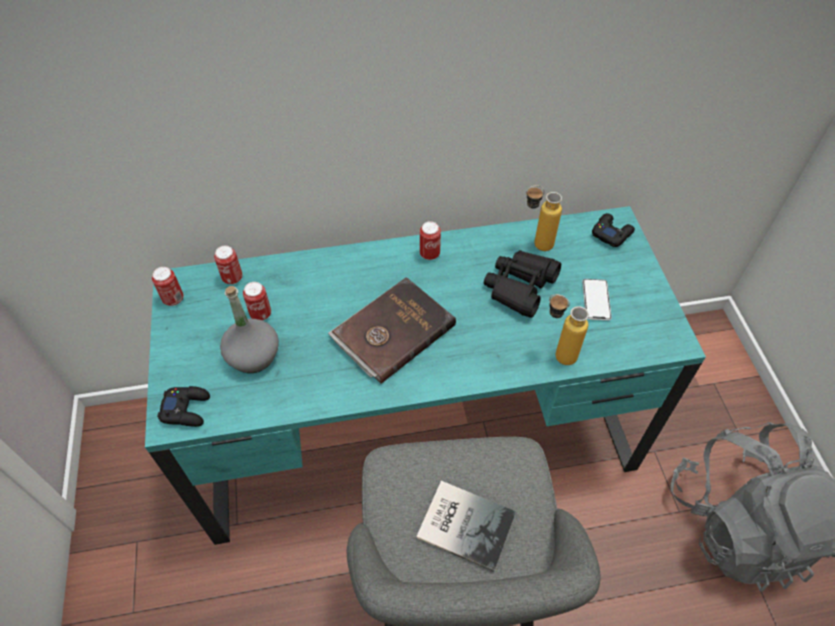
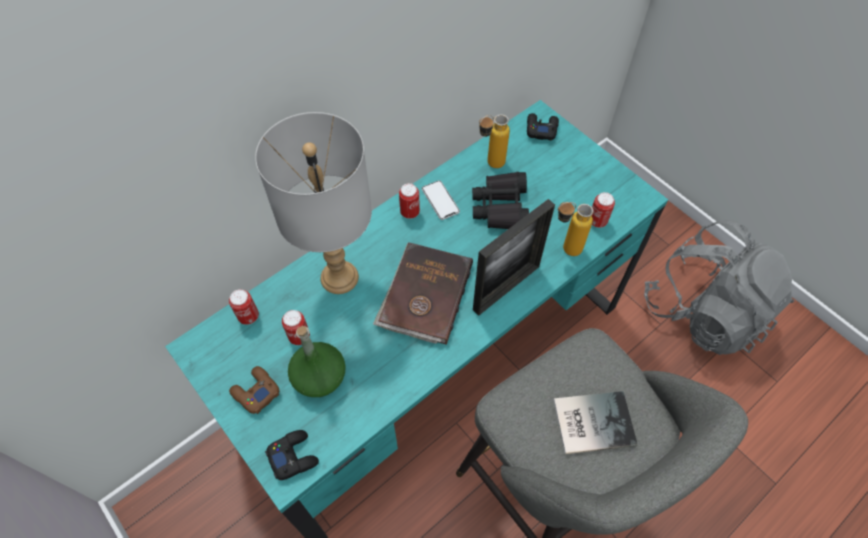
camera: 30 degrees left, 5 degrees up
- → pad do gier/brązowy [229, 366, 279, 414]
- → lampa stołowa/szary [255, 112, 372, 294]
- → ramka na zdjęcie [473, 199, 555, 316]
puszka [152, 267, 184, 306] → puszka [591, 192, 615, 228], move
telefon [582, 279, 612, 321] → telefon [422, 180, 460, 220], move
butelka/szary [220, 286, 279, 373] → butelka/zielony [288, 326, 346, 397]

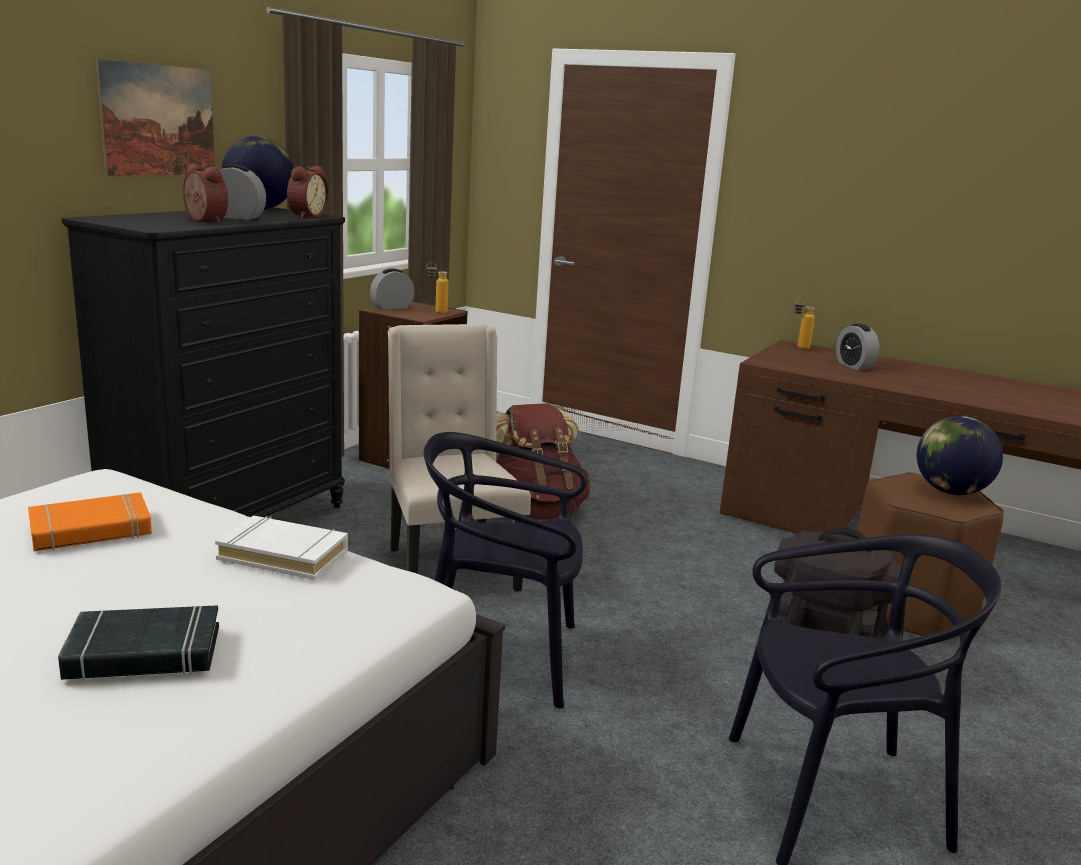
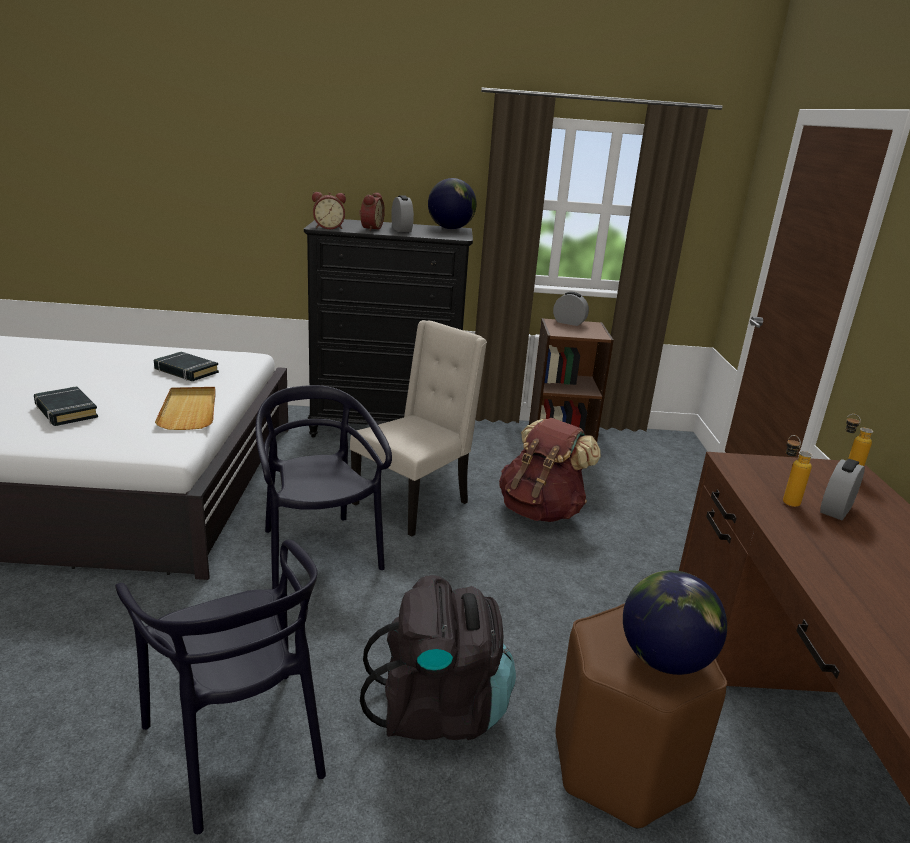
camera: 60 degrees right, 5 degrees up
obraz [96, 59, 215, 176] → -
budzik [287, 166, 329, 218] → budzik [312, 192, 346, 229], move
butelka [426, 262, 449, 314] → butelka [783, 435, 813, 507], move
książka/biały [215, 516, 348, 580] → taca/beżowy [155, 387, 216, 430]
książka/pomarańczowy [28, 492, 152, 551] → książka/czarny [154, 352, 219, 381]

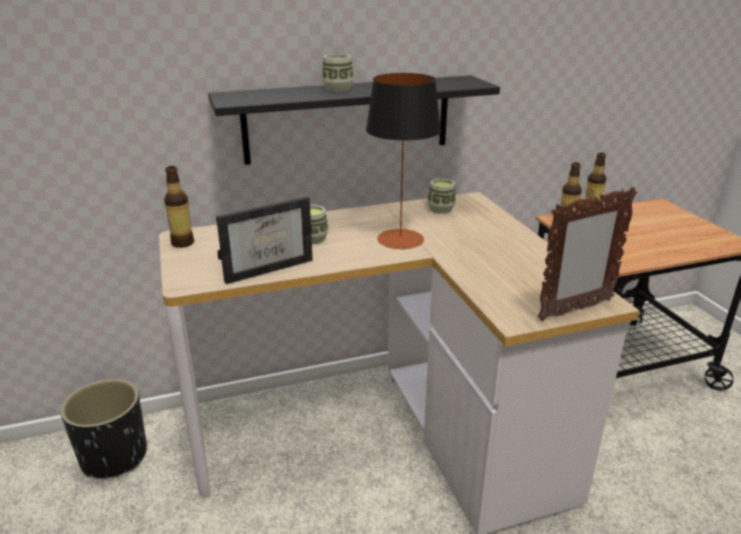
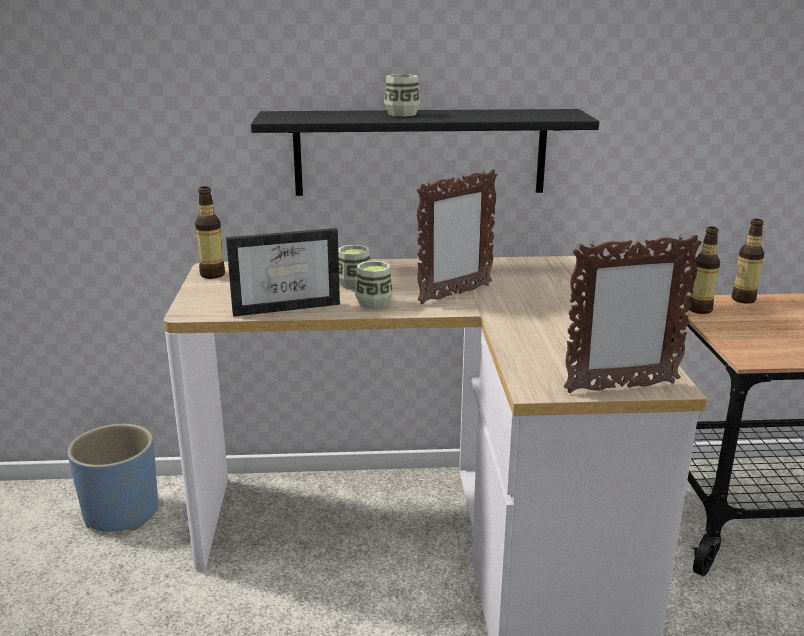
camera: 15 degrees right, 5 degrees down
filiżanka [427, 179, 456, 213] → filiżanka [355, 261, 392, 309], move
lampa stołowa [366, 73, 441, 250] → ramka na zdjęcie [417, 169, 498, 304]
donica/czarny [60, 379, 147, 478] → donica/niebieski [67, 424, 158, 532]

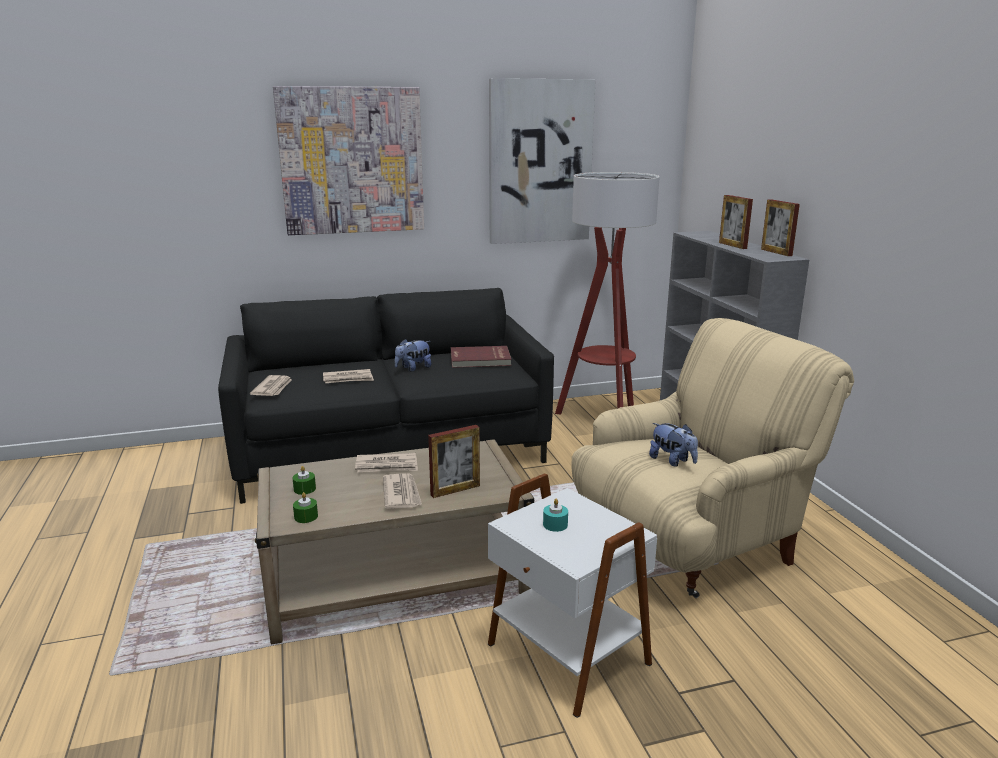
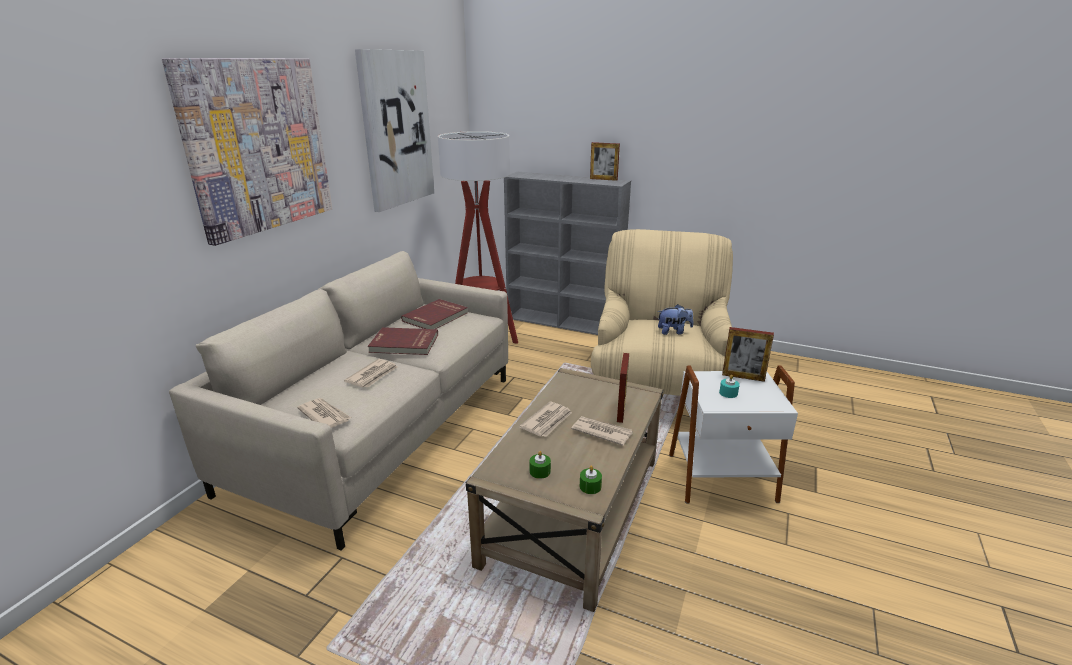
camera: 50 degrees left, 5 degrees up
ramka na zdjęcie [719, 195, 753, 249] → ramka na zdjęcie [722, 327, 774, 382], move
pluszak [395, 339, 431, 372] → książka/czerwony [368, 327, 438, 355]
kanapa/czarny [218, 288, 554, 504] → kanapa/beżowy [169, 251, 508, 551]

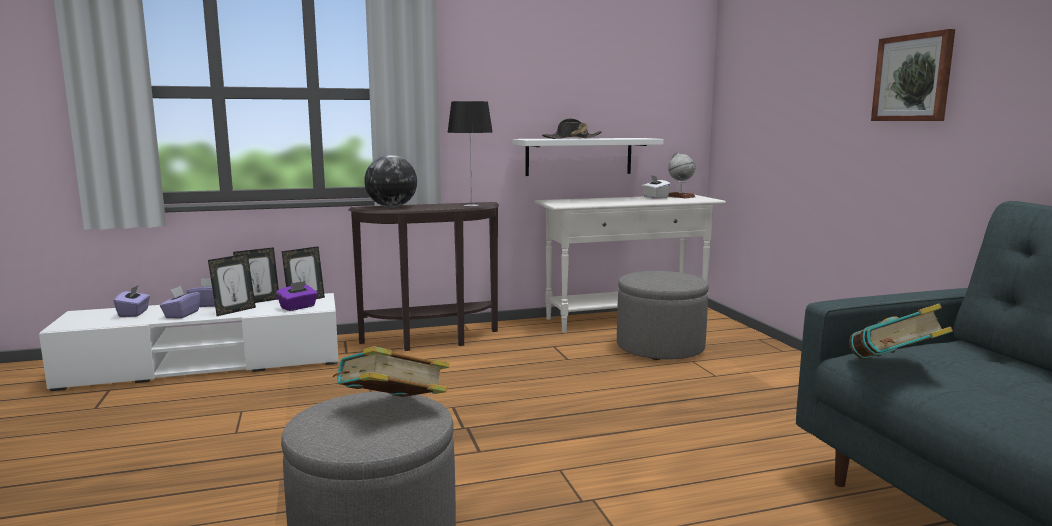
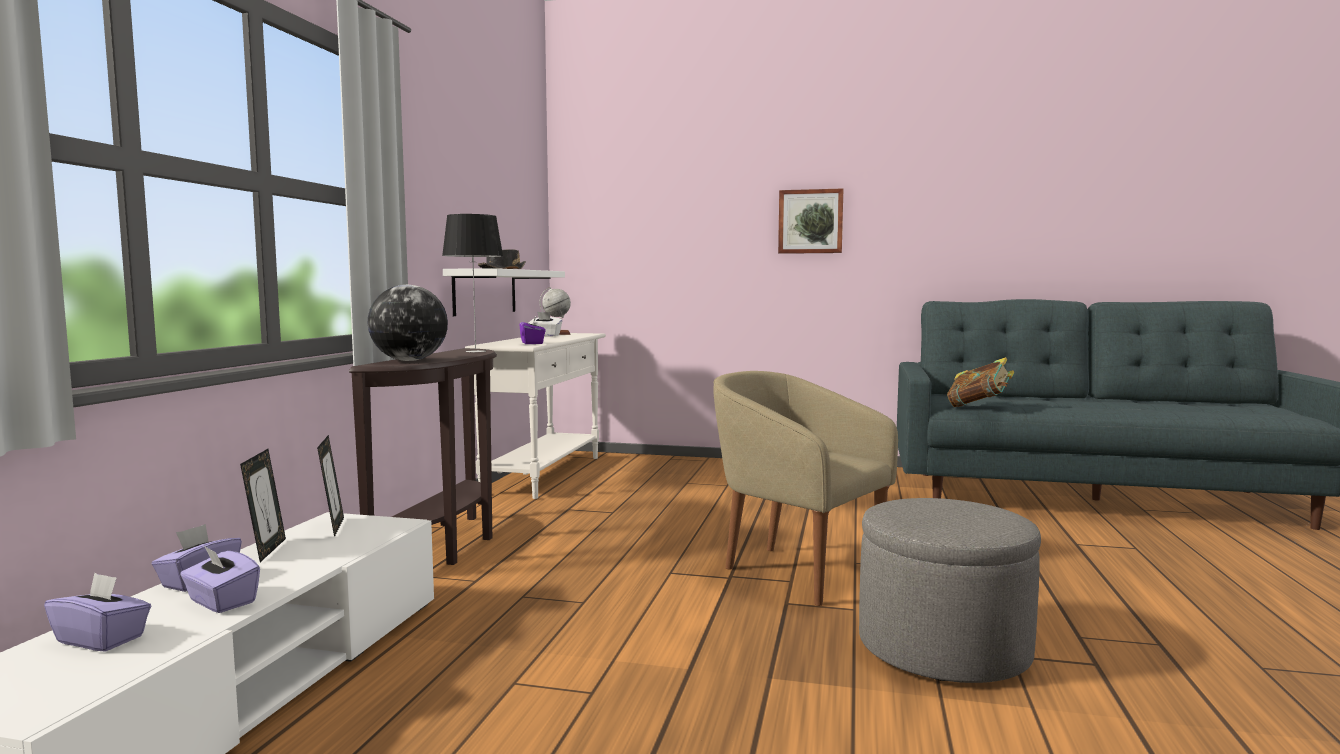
camera: 60 degrees left, 5 degrees down
ramka na zdjęcie [208, 254, 256, 316] → -
książka [332, 346, 450, 397] → -
pufa/szary [617, 271, 709, 360] → -
- → fotel/beżowy [713, 371, 898, 606]
pudełko chusteczek/fioletowy [276, 281, 318, 311] → pudełko chusteczek/fioletowy [520, 316, 546, 344], move

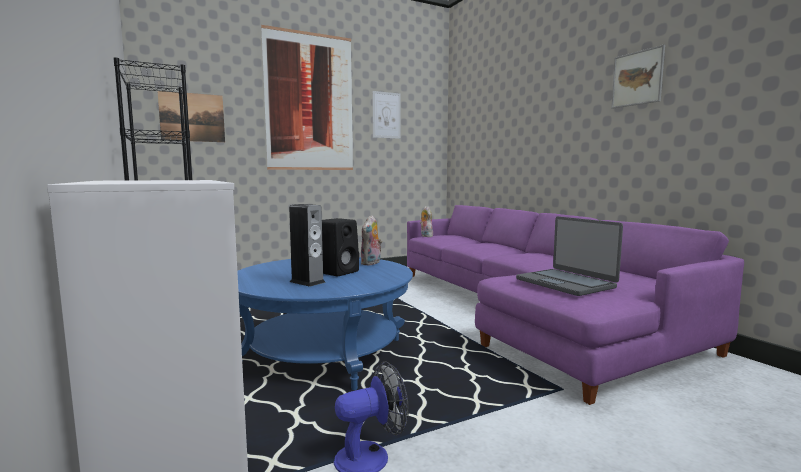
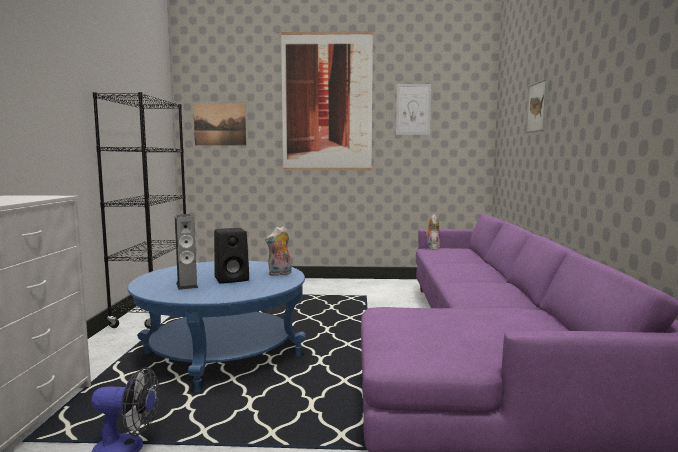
camera: 30 degrees right, 0 degrees up
laptop [516, 217, 623, 296] → -
obraz [611, 45, 665, 109] → obraz [526, 78, 548, 133], move

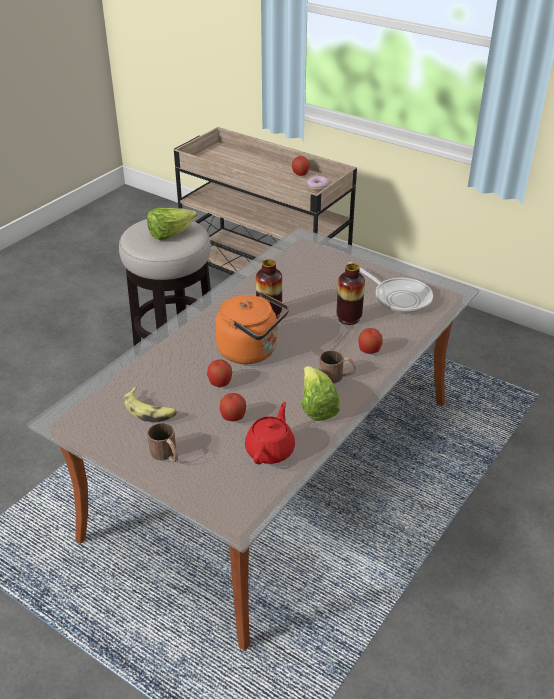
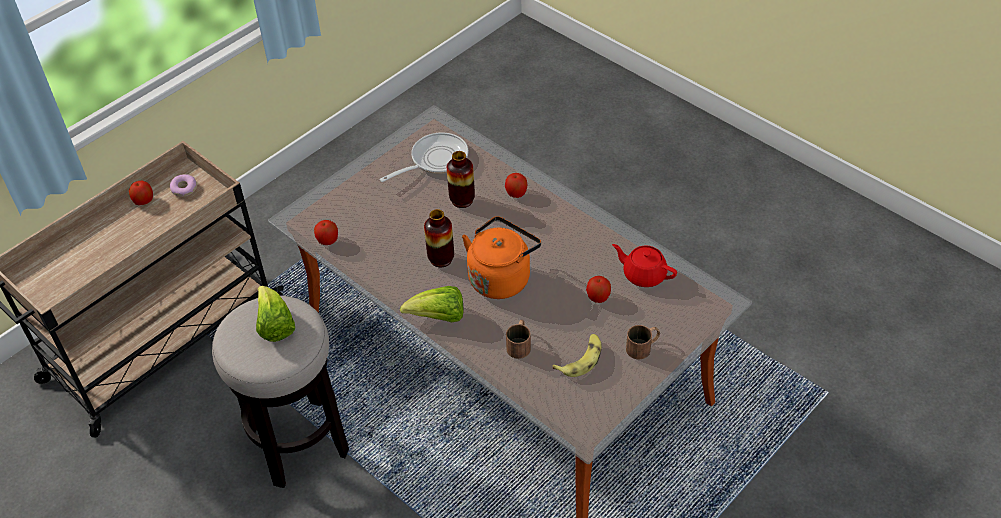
camera: 80 degrees left, 10 degrees up
jabłko [207, 360, 232, 387] → jabłko [314, 220, 338, 245], move
sałata [301, 366, 340, 421] → sałata [400, 286, 464, 323], move
kubek/brązowy [319, 350, 356, 383] → kubek/brązowy [506, 320, 531, 359], move

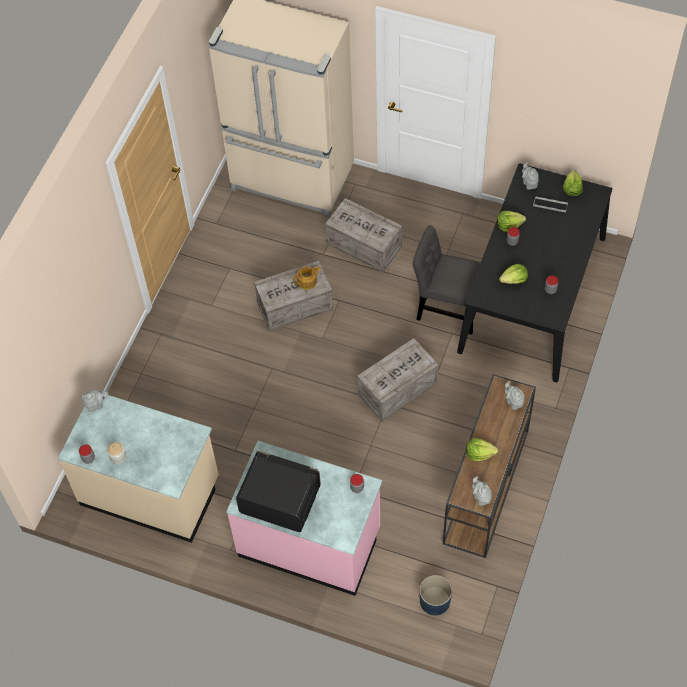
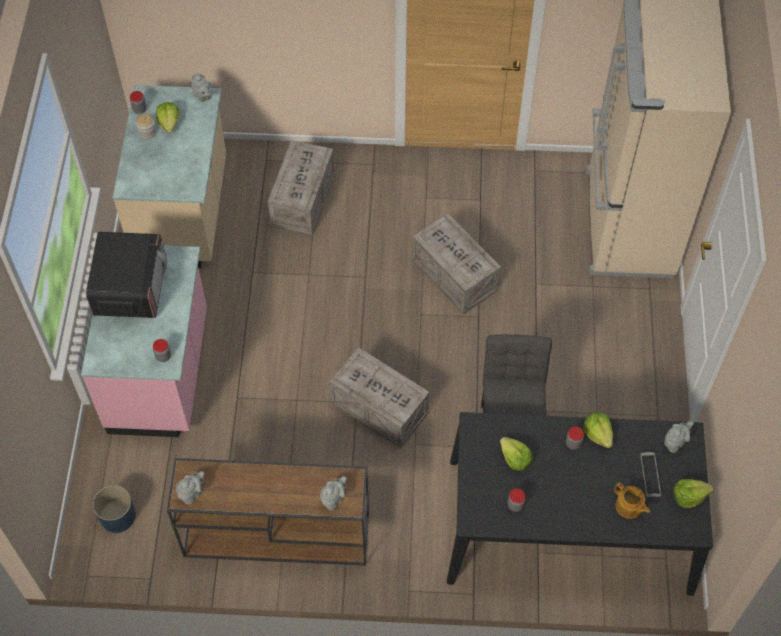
camera: 70 degrees right, 0 degrees up
imbryk [293, 266, 321, 290] → imbryk [614, 482, 650, 519], move
skrzynka [325, 198, 402, 273] → skrzynka [268, 140, 335, 236], move
sałata [466, 438, 498, 461] → sałata [156, 102, 180, 133], move

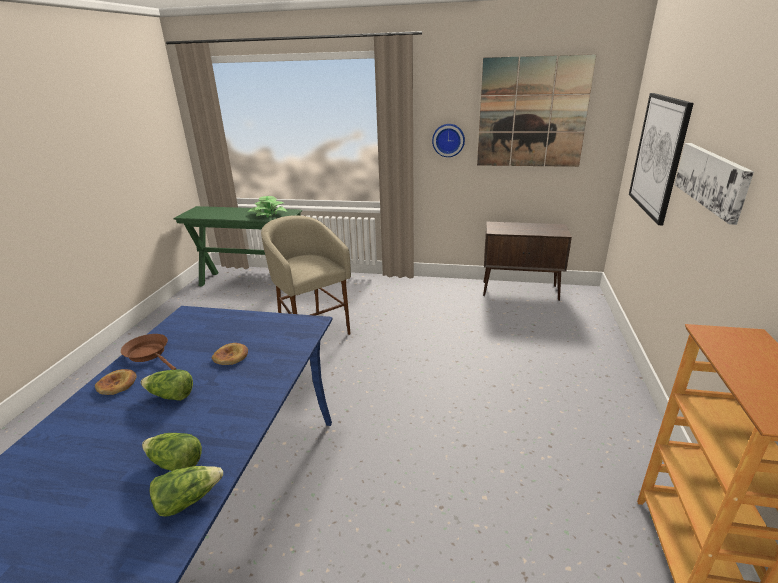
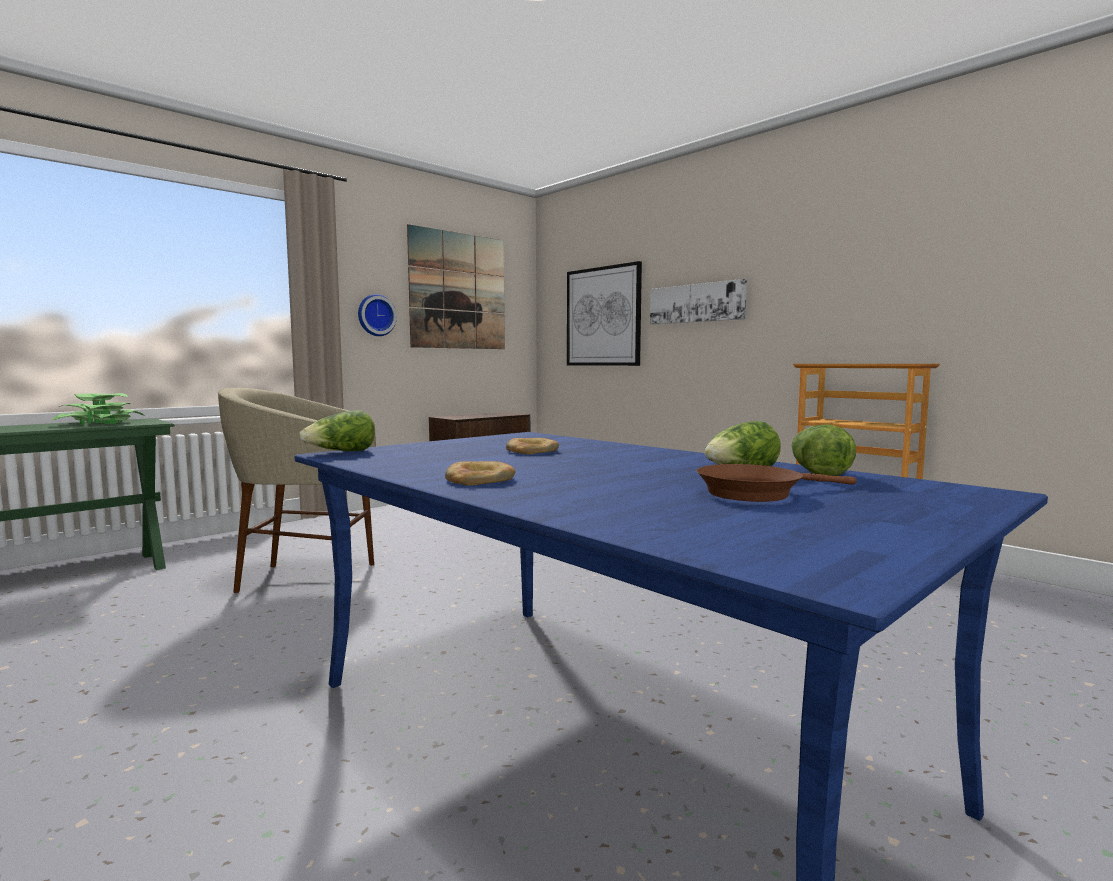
camera: 55 degrees left, 20 degrees down
patelnia/brązowy [121, 334, 176, 370] → patelnia/brązowy [696, 464, 857, 502], move
sałata [141, 370, 193, 401] → sałata [299, 410, 375, 451], move

